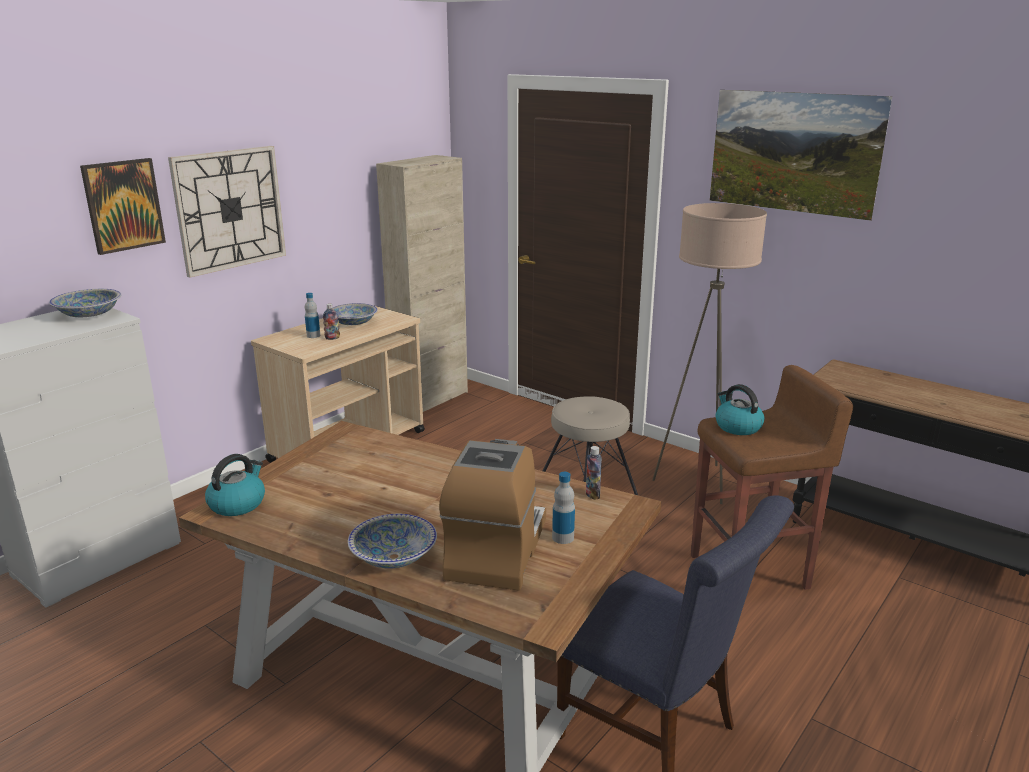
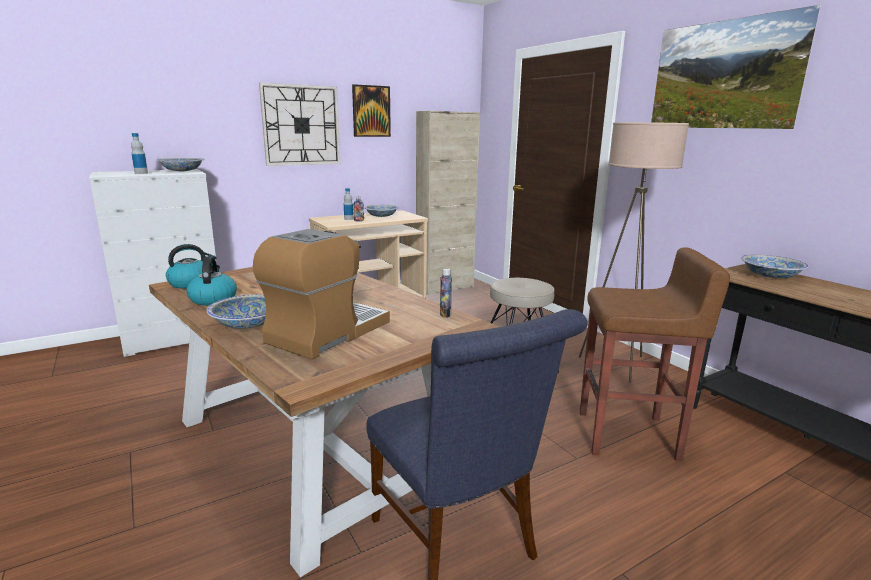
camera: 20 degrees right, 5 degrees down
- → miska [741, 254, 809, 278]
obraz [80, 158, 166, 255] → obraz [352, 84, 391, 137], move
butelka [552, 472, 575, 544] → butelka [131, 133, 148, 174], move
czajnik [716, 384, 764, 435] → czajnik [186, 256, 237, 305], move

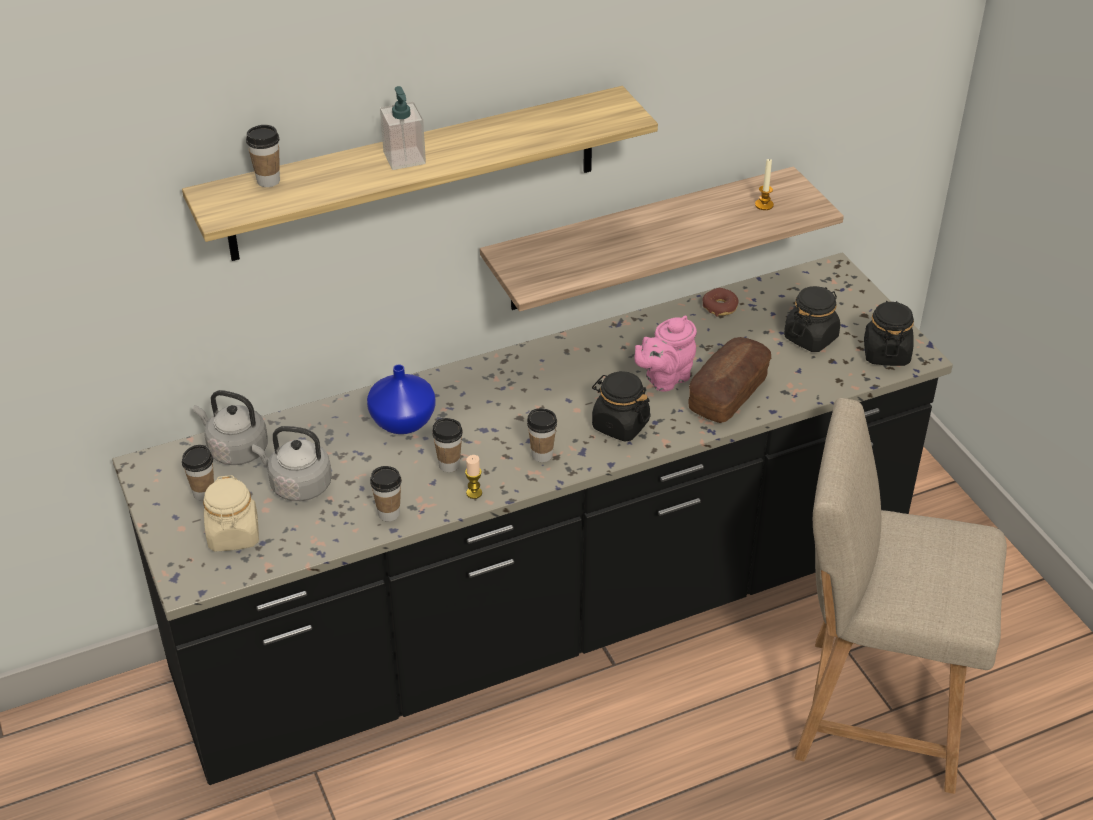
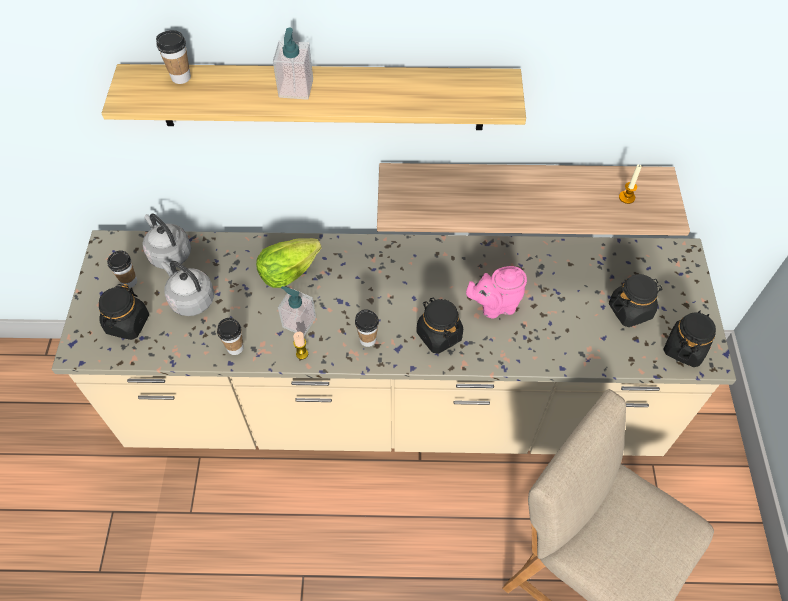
camera: 25 degrees right, 15 degrees up
chleb [688, 337, 771, 423] → -
donut [702, 288, 739, 317] → -
wazon/niebieski [367, 364, 436, 434] → sałata [256, 238, 322, 288]
filiżanka [432, 418, 463, 472] → dozownik mydła [278, 286, 316, 336]
zabudowa kuchenna/czarny [112, 252, 953, 785] → zabudowa kuchenna/beżowy [52, 230, 736, 456]
słoik/beżowy [203, 475, 259, 551] → słoik/czarny [99, 284, 149, 340]

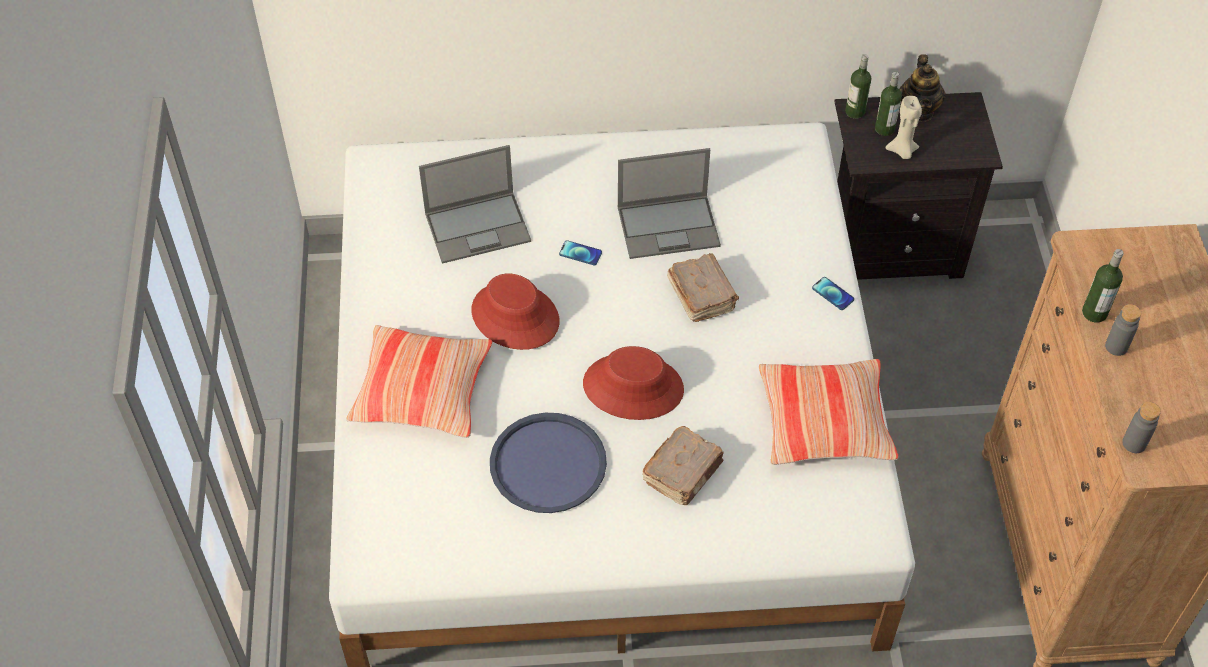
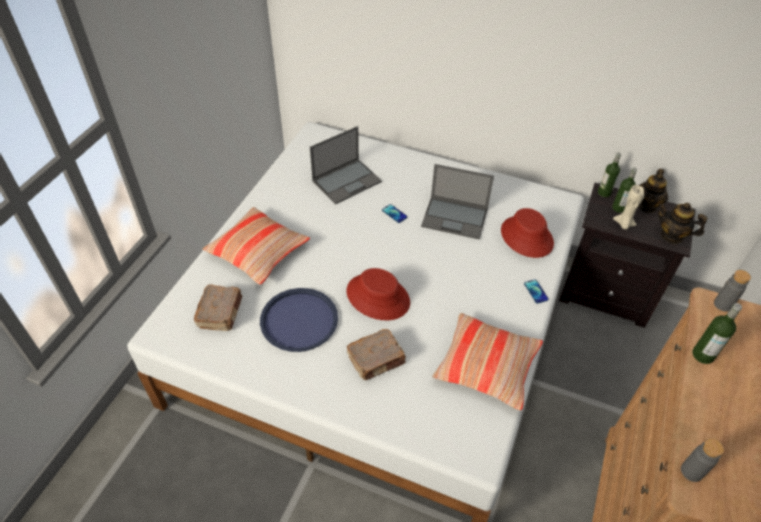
camera: 25 degrees right, 5 degrees down
- → imbryk [658, 203, 707, 244]
kapelusz/czerwony [471, 273, 559, 350] → kapelusz/czerwony [501, 208, 554, 258], move
książka/brązowy [667, 253, 739, 322] → książka/brązowy [194, 285, 242, 331], move
butelka/szary [1105, 304, 1141, 356] → butelka/szary [714, 270, 751, 312], move
laptop [419, 145, 531, 264] → laptop [310, 126, 382, 204], 45 degrees counterclockwise

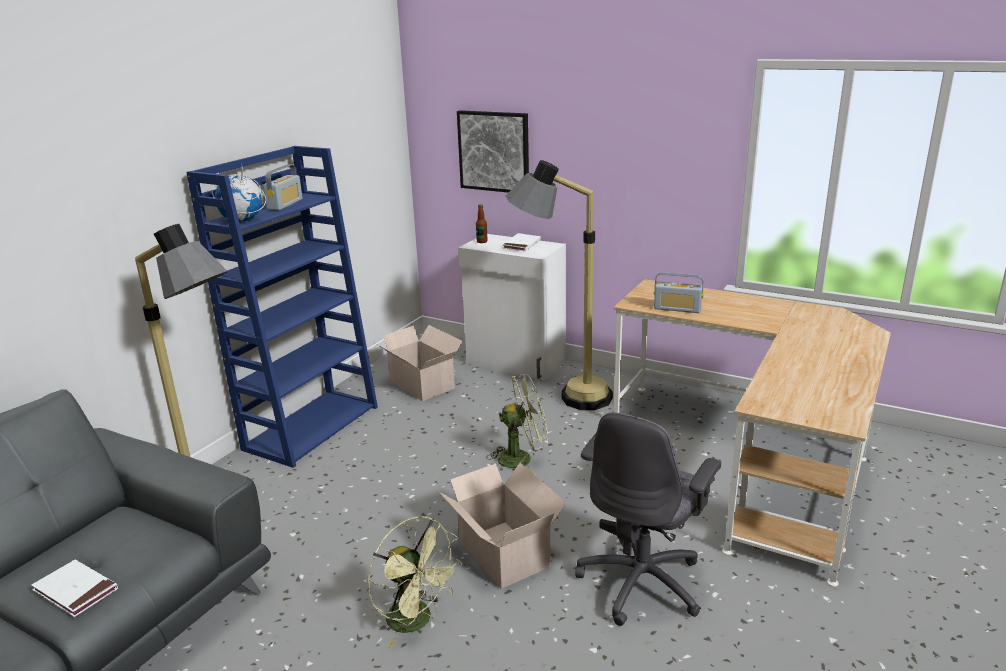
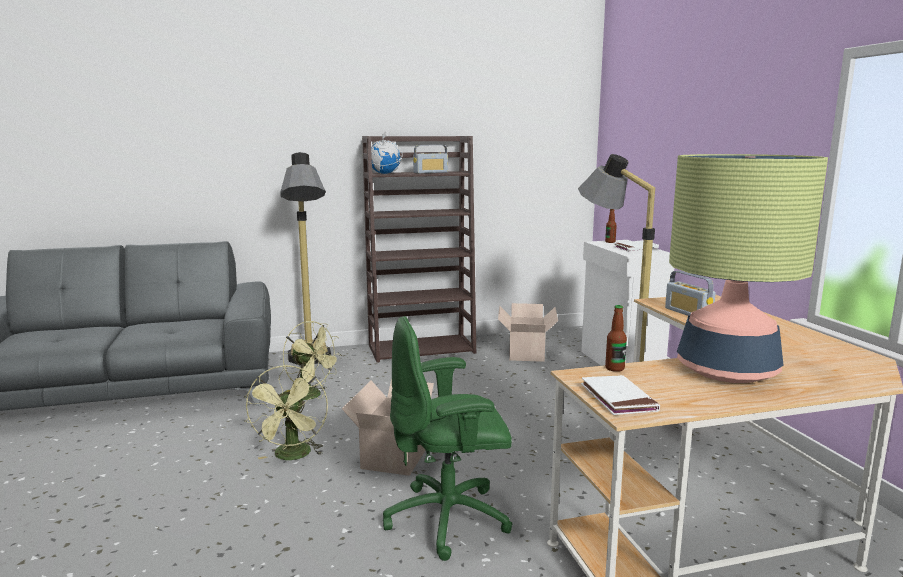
camera: 45 degrees right, 10 degrees down
obraz [457, 110, 529, 193] → -
- → butelka [605, 305, 627, 372]
- → lampa stołowa [669, 154, 828, 383]
książka/biały [32, 560, 118, 617] → książka/biały [581, 375, 660, 415], move
wentylator/zielony [486, 374, 548, 473] → wentylator/zielony [283, 321, 342, 400], move
regał/niebieski [186, 146, 378, 468] → regał/brązowy [362, 136, 476, 363]
krzesło biurowe/szary [575, 412, 721, 626] → krzesło biurowe/zielony [383, 316, 513, 561]

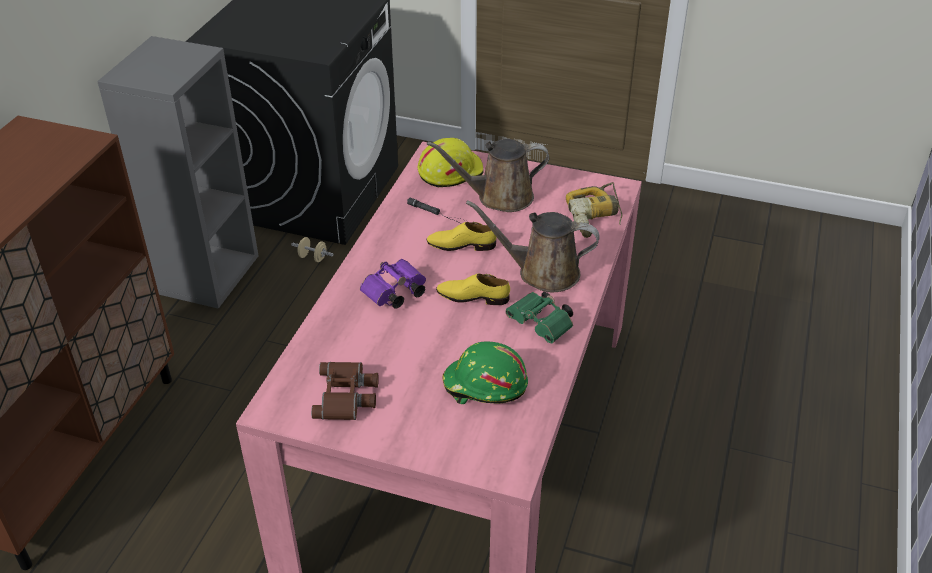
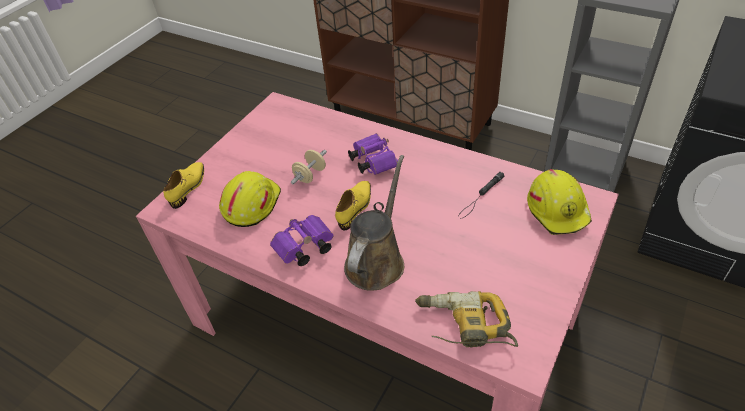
camera: 105 degrees right, 5 degrees up
lornetka/brązowy [311, 362, 379, 420] → -
konewka/brązowy [427, 139, 549, 212] → -
hantel/beżowy [291, 237, 333, 262] → hantel/beżowy [291, 150, 327, 184], move
but/żółty [426, 222, 497, 251] → but/żółty [163, 162, 204, 209], move
kask/zielony [442, 341, 528, 404] → kask/żółty [219, 171, 281, 227]
lornetka/zielony [506, 292, 573, 343] → lornetka/fioletowy [270, 215, 333, 266]

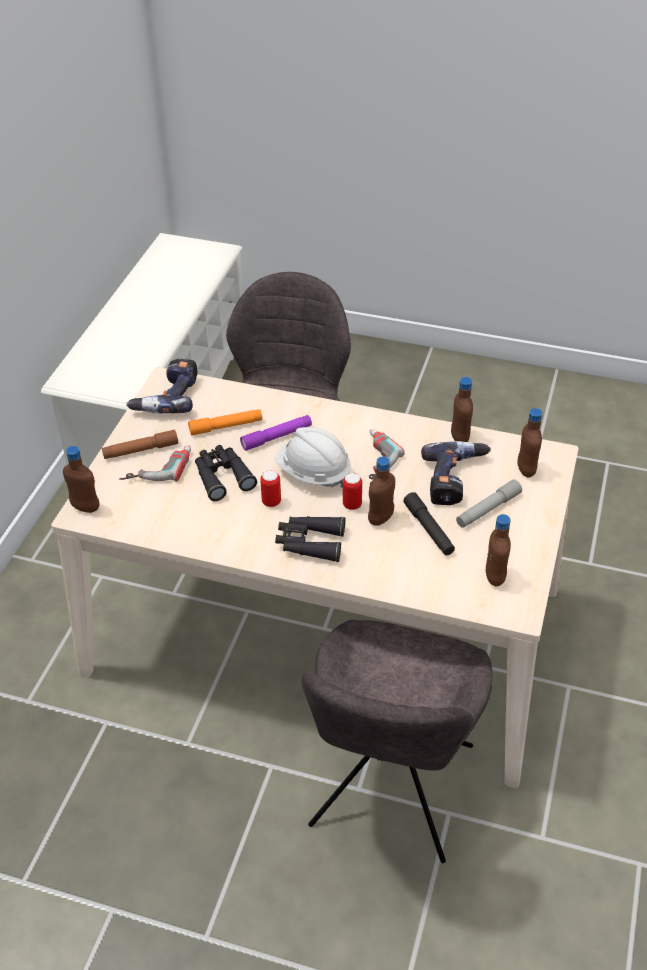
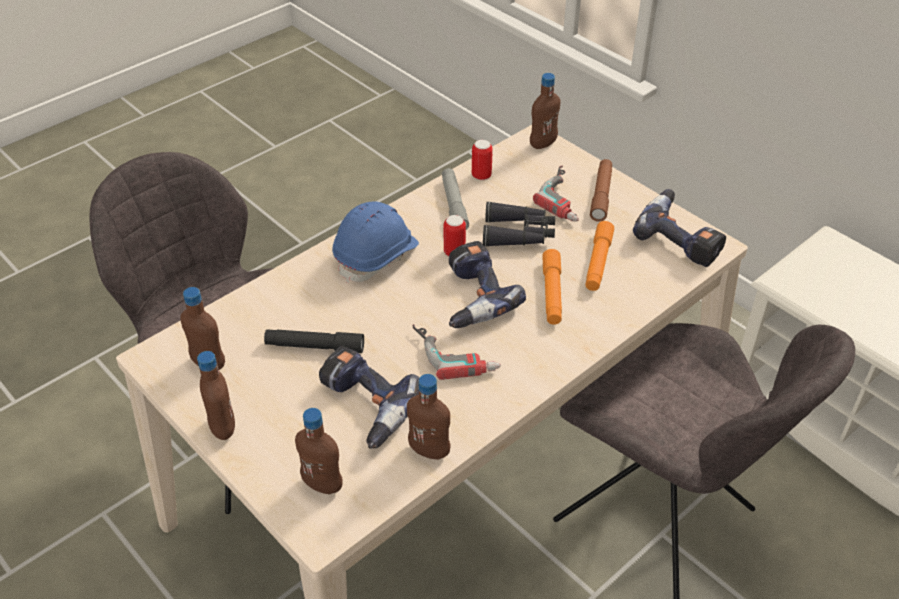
camera: 120 degrees right, 0 degrees up
puszka [343, 473, 362, 510] → puszka [472, 140, 493, 180], move
butelka/brązowy [368, 456, 395, 526] → butelka/brązowy [197, 351, 235, 440], move
latarka/szary [456, 480, 522, 528] → latarka/szary [442, 168, 469, 230], move
kask/biały [275, 427, 351, 487] → wiertarka [449, 241, 526, 328]
lornetka/czarny [275, 516, 345, 562] → kask/niebieski [332, 201, 419, 284]
latarka/fioletowy [240, 415, 312, 451] → latarka/pomarańczowy [542, 249, 562, 325]

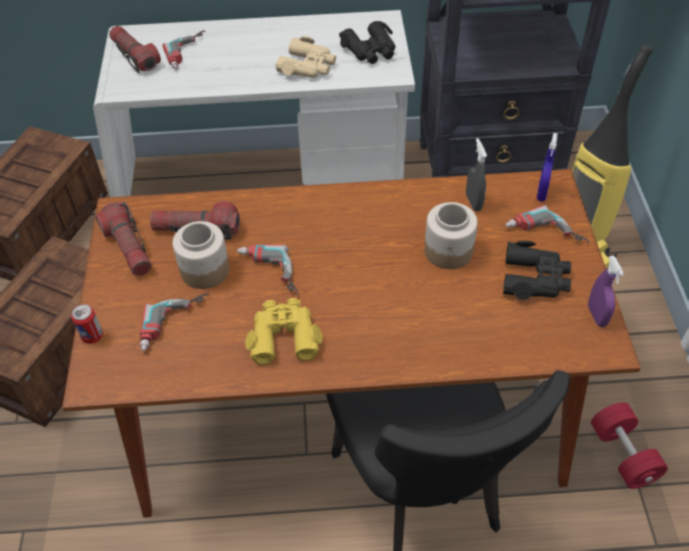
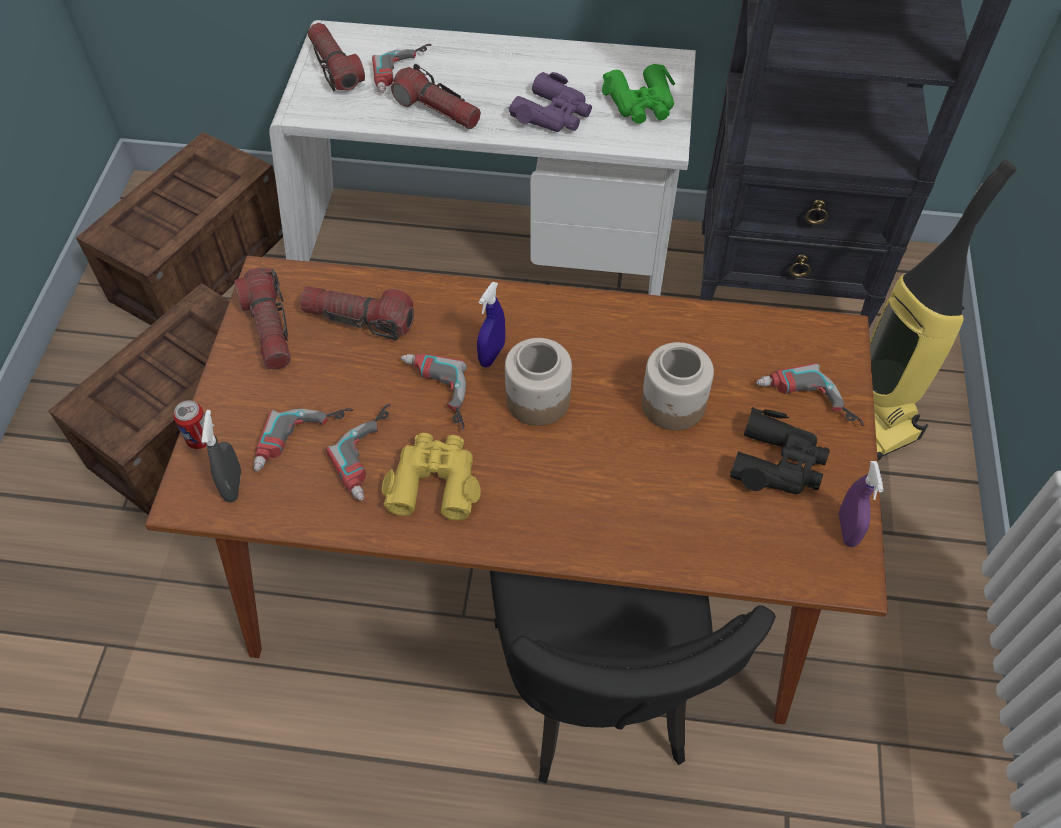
camera: 10 degrees right, 5 degrees up
hantel/czerwony [591, 402, 668, 489] → -
- → wiertarka [326, 404, 391, 501]
- → latarka [391, 64, 481, 129]
słoik [173, 221, 230, 289] → słoik [505, 338, 572, 426], move
spryskiwacz/szary [466, 138, 487, 211] → spryskiwacz/szary [202, 410, 241, 502], move
spryskiwacz/niebieski [536, 133, 558, 201] → spryskiwacz/niebieski [477, 282, 505, 367], move
lornetka/beżowy [275, 36, 336, 78] → lornetka/fioletowy [509, 72, 592, 132]
lornetka/czarny [339, 21, 396, 64] → lornetka/zielony [602, 64, 675, 124]

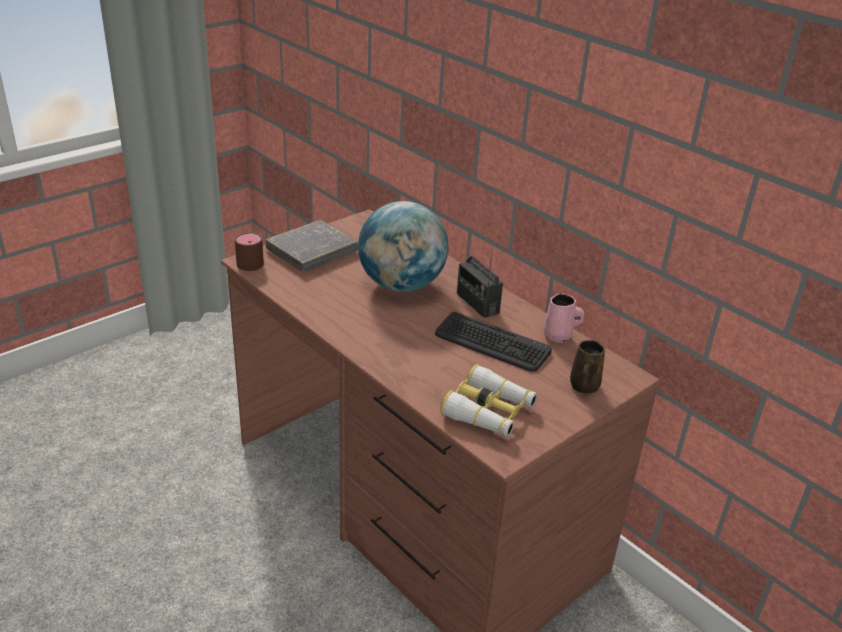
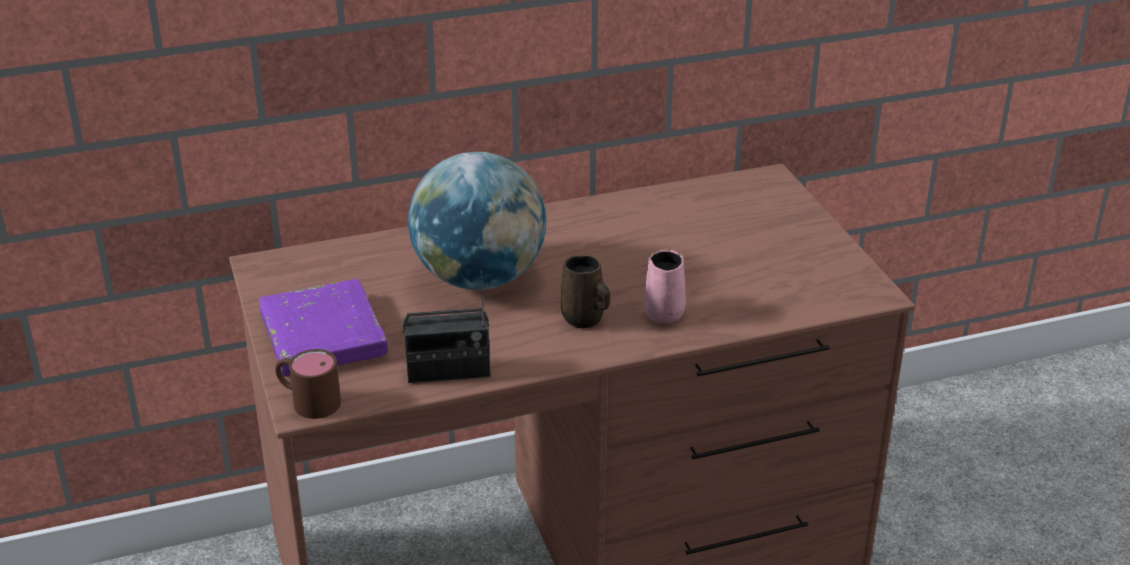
camera: 65 degrees left, 0 degrees up
klawiatura [435, 312, 552, 372] → -
lornetka [440, 364, 537, 437] → -
radio [457, 252, 503, 318] → radio [403, 271, 490, 383], move
kubek/różowy [544, 293, 584, 343] → kubek/różowy [644, 250, 686, 324], move
kubek/brązowy [570, 340, 605, 393] → kubek/brązowy [561, 255, 610, 328], move
książka/szary [265, 220, 358, 272] → książka/fioletowy [259, 279, 388, 377]

